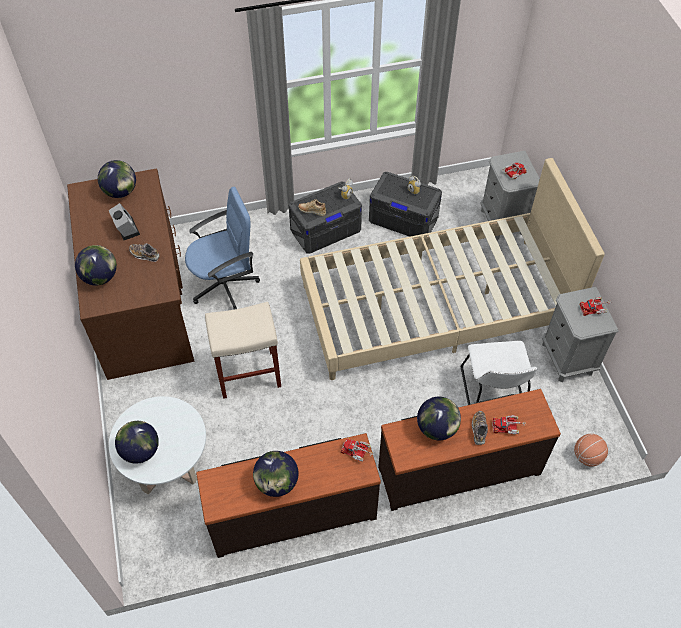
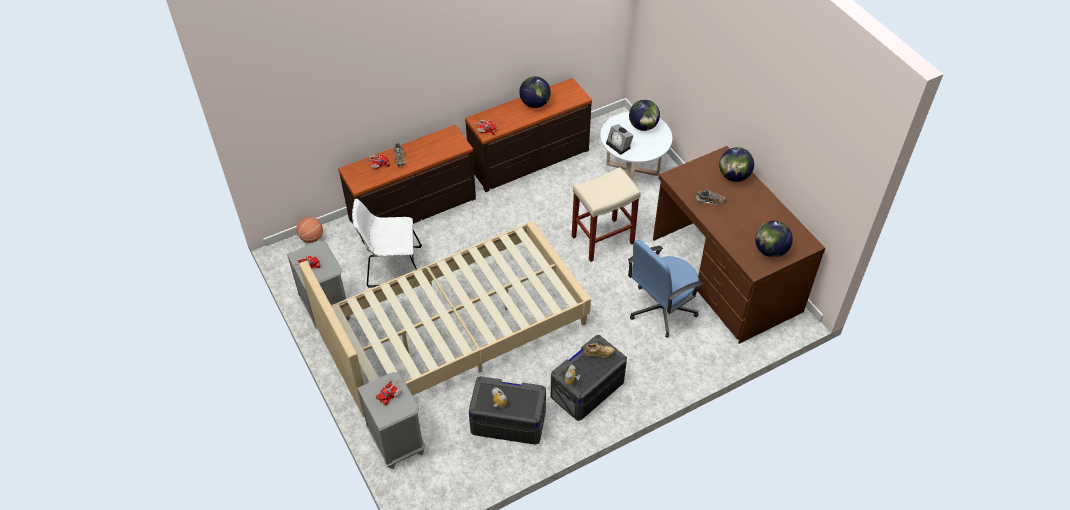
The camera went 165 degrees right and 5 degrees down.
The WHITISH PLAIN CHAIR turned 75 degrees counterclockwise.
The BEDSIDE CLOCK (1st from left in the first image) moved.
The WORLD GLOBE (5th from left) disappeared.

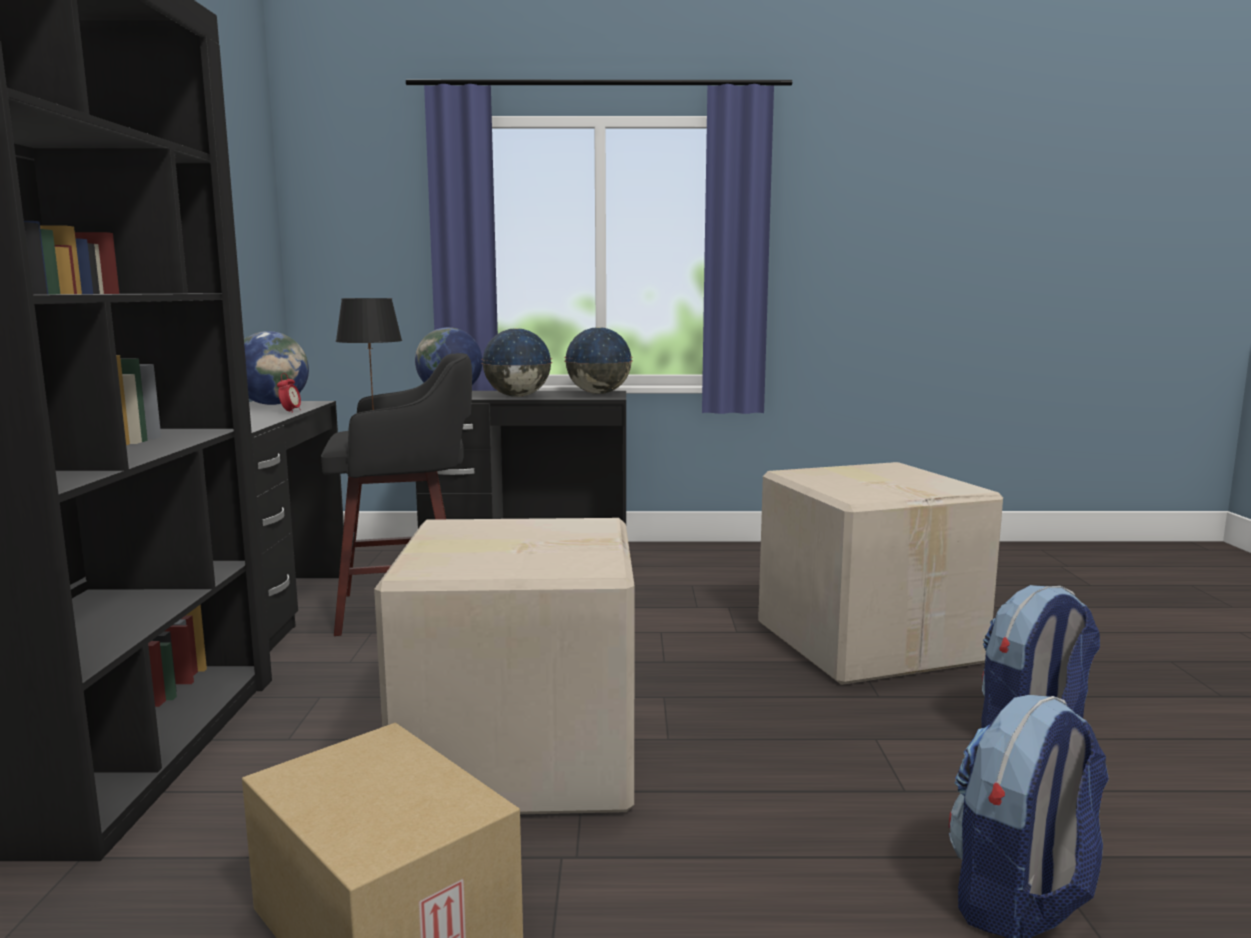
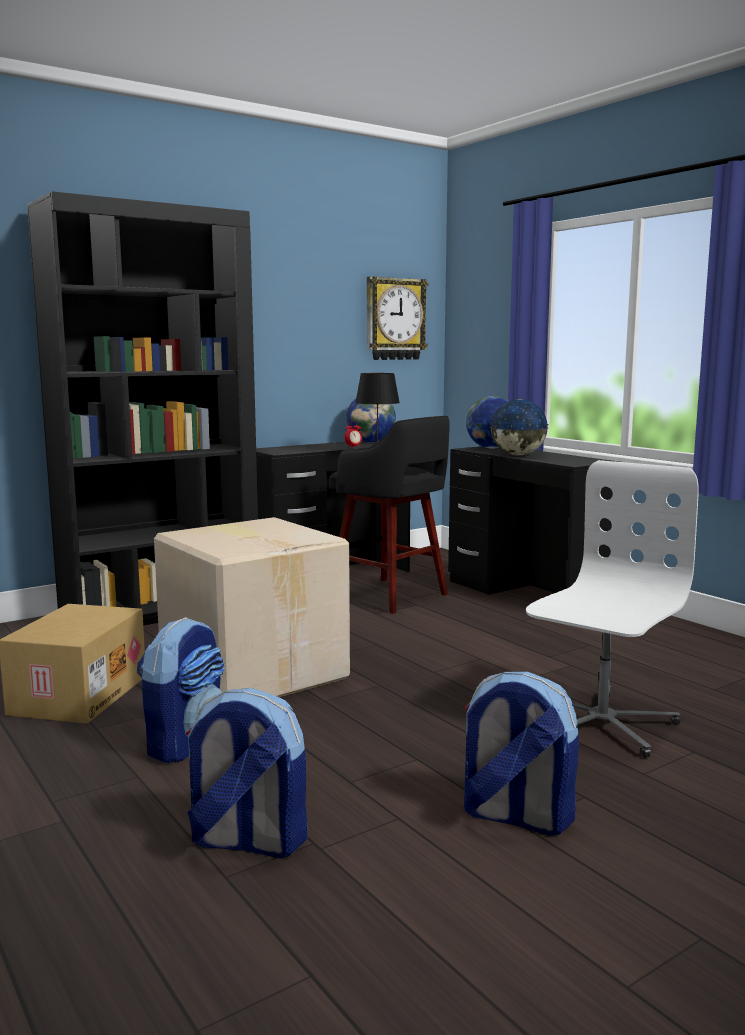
The camera went 55 degrees right and 0 degrees up.
The KNAPSACK (1st from left) appeared.
The HANGING CLOCK appeared.
The CARTON (3rd from left) was replaced by the WHITISH COMPUTER CHAIR.
The WORLD GLOBE (4th from left) disappeared.

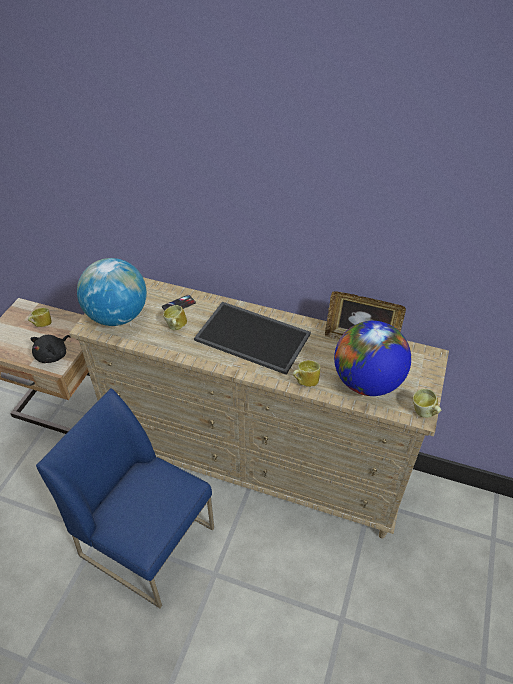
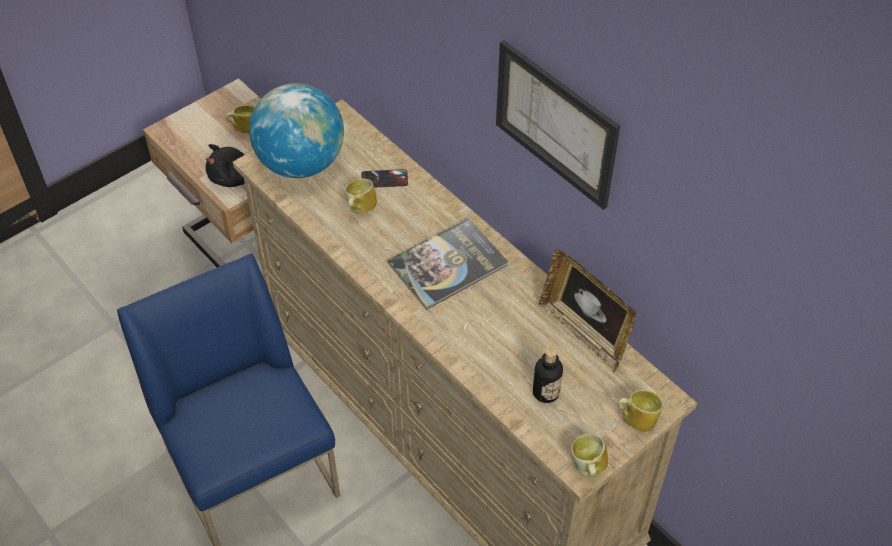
The camera went 30 degrees right and 5 degrees up.
The SERVING TRAY was replaced by the VOLUME.
The WALL PICTURE appeared.
The WORLD GLOBE (2nd from left) was replaced by the BOTTLE.
The COFFEE MUG (3rd from left in the first image) moved.

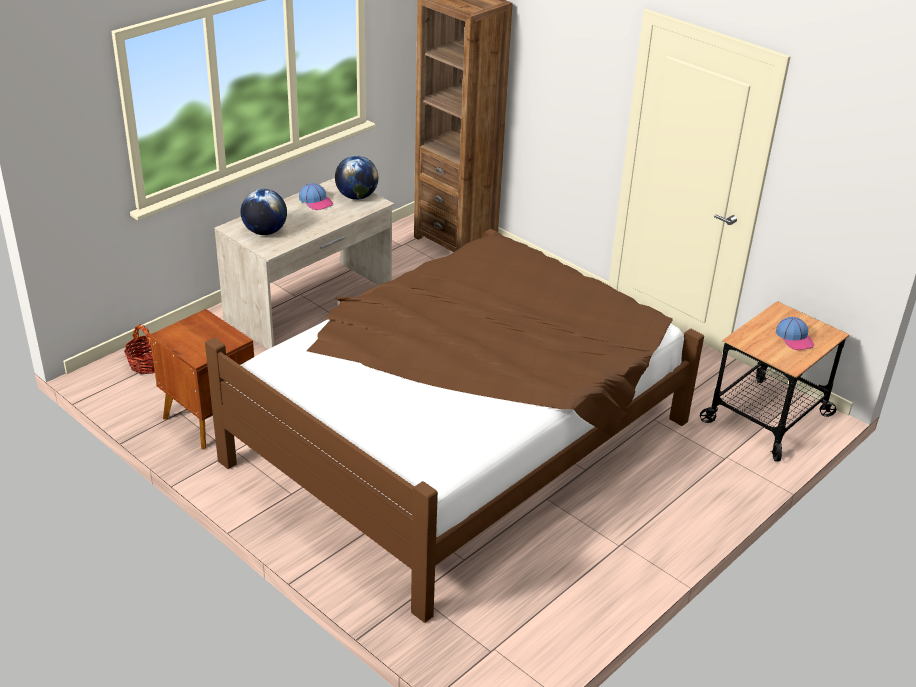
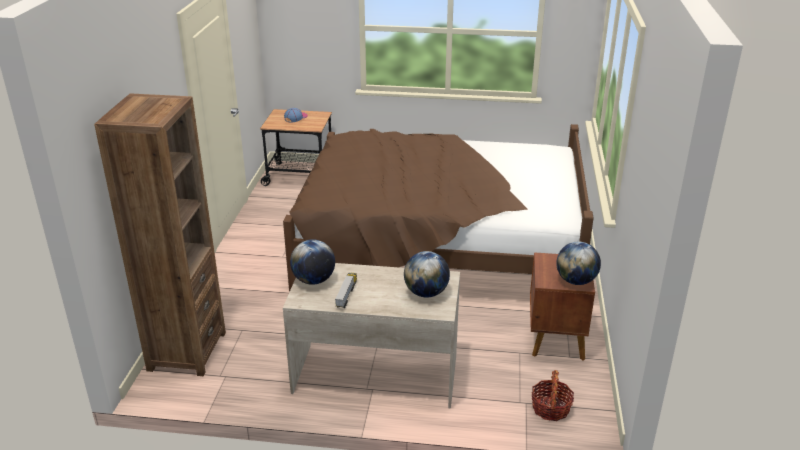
The camera went 125 degrees left and 5 degrees down.
The CAP (1st from left) was replaced by the MODEL TRUCK.
The WORLD GLOBE (3rd from left) appeared.

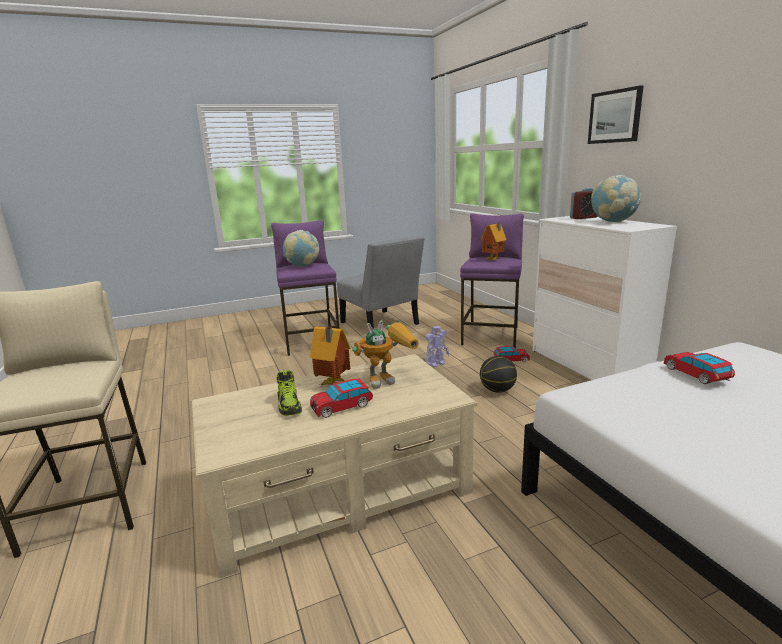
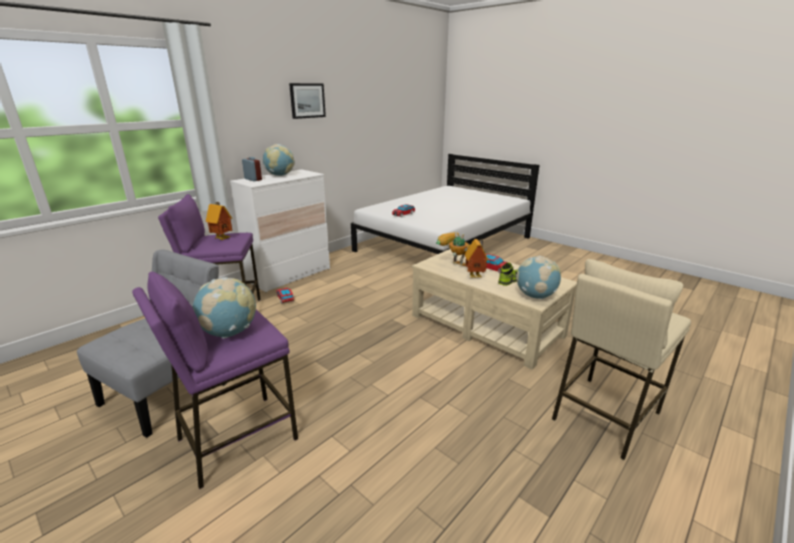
The camera went 115 degrees left and 5 degrees up.
The WALL PICTURE moved.
The WORLD GLOBE (3rd from left) appeared.
The MODEL ROBOT (2nd from left) disappeared.
The BALL FOR BASKETBALL disappeared.

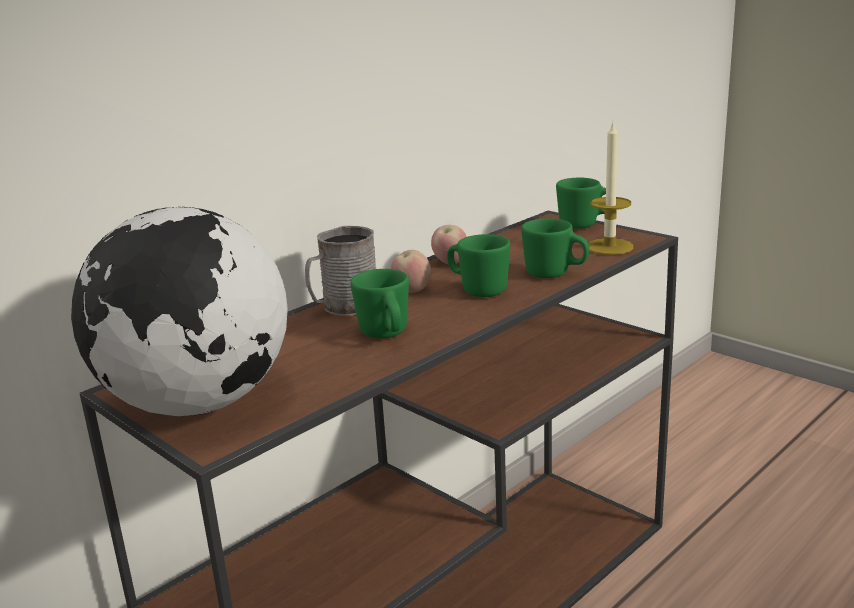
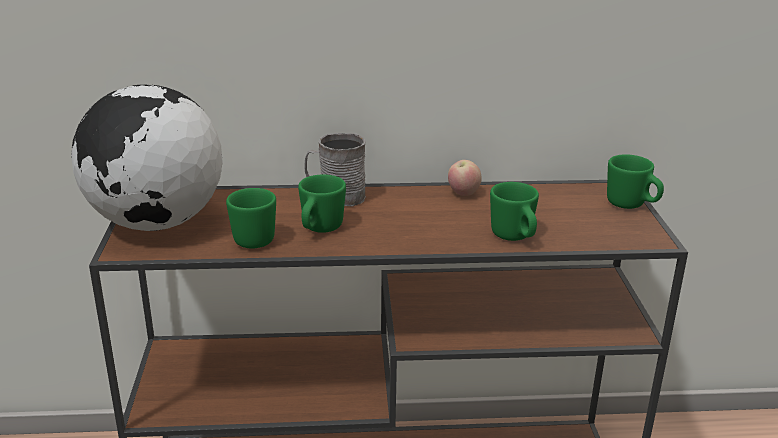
The camera went 40 degrees right and 5 degrees up.
The GREEN-COLOURED COFFEE MUG (2nd from left in the first image) moved.
The WHOLE APPLE (1st from left) disappeared.
The CANDLE disappeared.

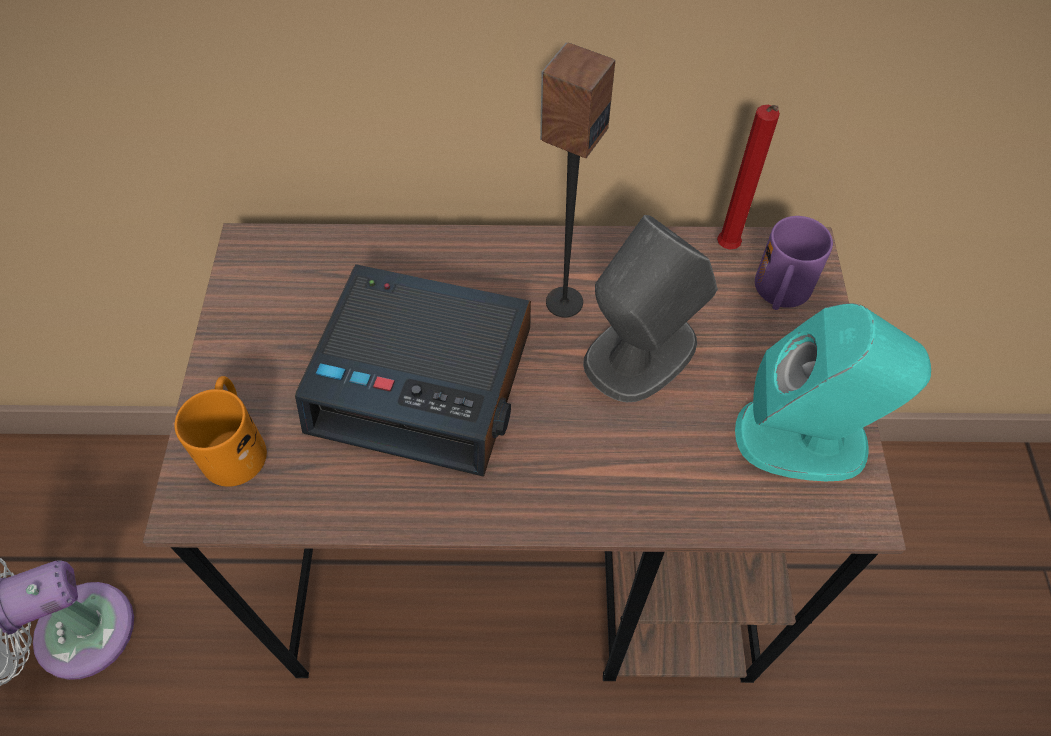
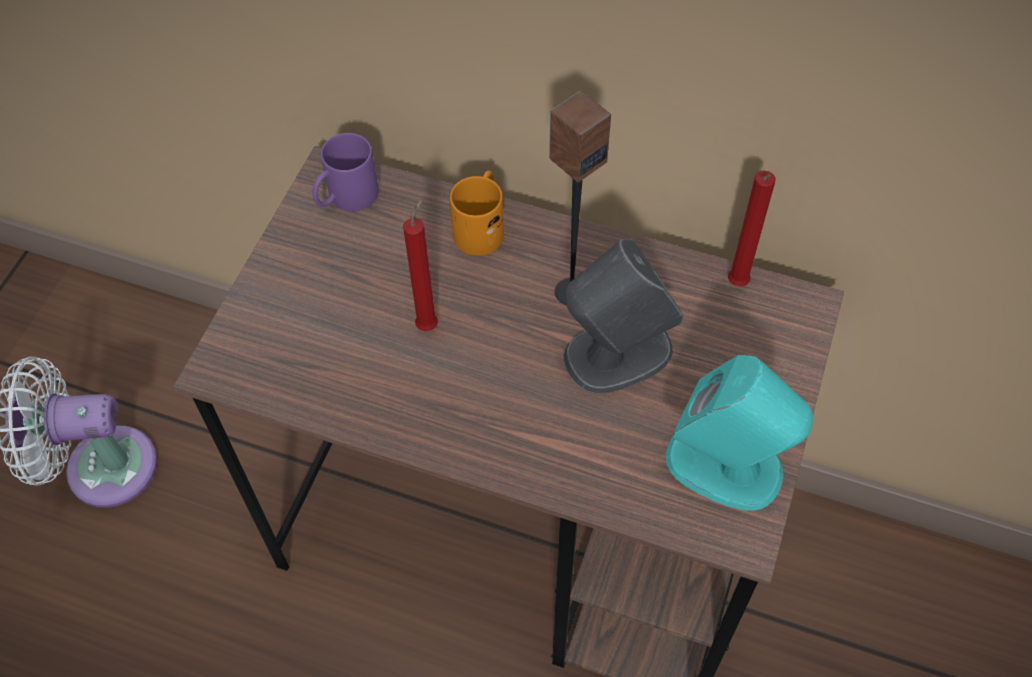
The camera went 20 degrees right and 0 degrees up.
The PURPLISH COFFEE MUG moved.
The BEDSIDE CLOCK was replaced by the REDDISH CANDLE (1st from left).
The ORANGE COFFEE MUG moved.

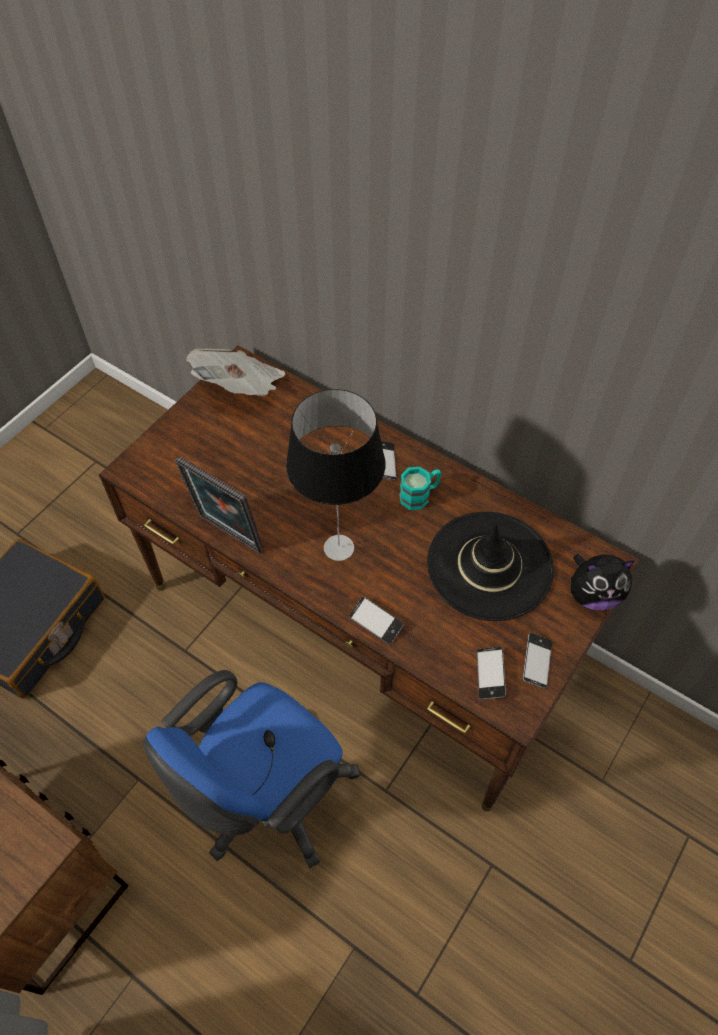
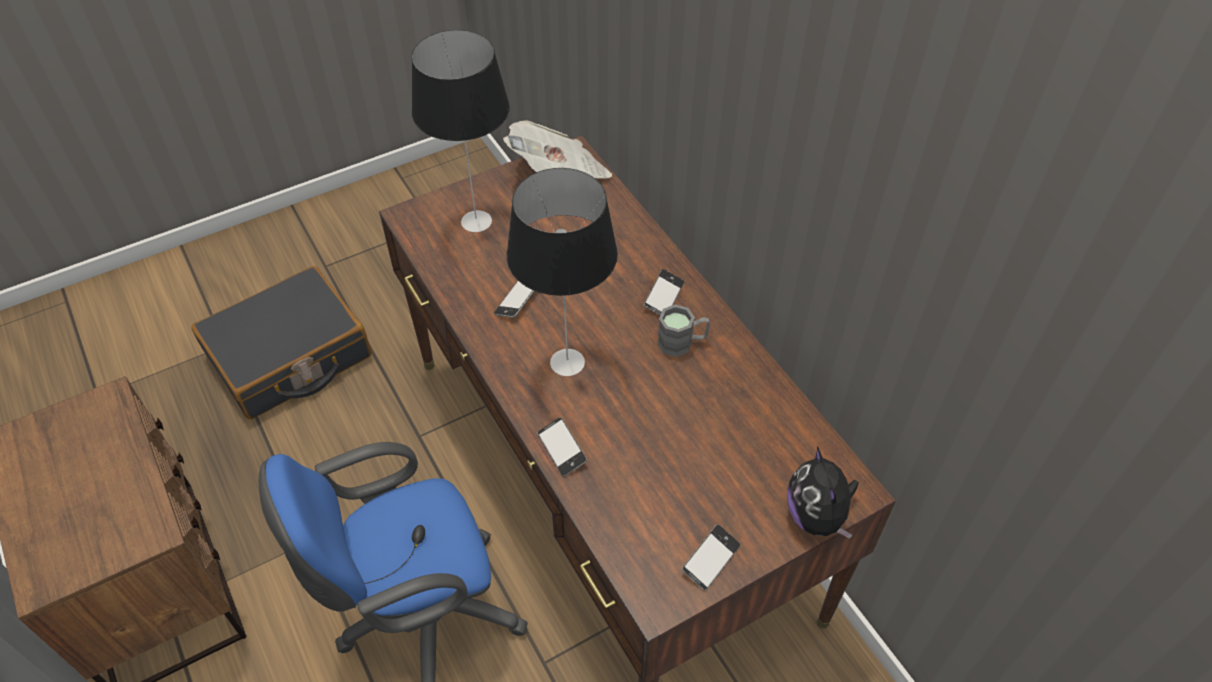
The camera went 25 degrees right and 5 degrees down.
The LAMP FOR A TABLE (1st from left) appeared.
The HANDSET (3rd from left in the first image) moved.
The BLUE-GREEN COFFEE MUG became the GREY COFFEE MUG.
The SOFT TOY turned 60 degrees clockwise.
The STANDING FRAME disappeared.
The BLACKISH CLOTHING HAT disappeared.

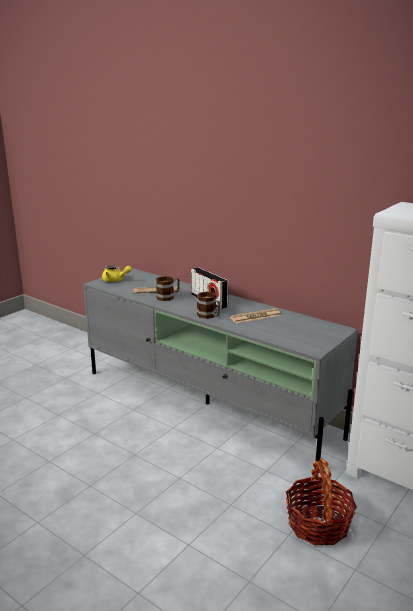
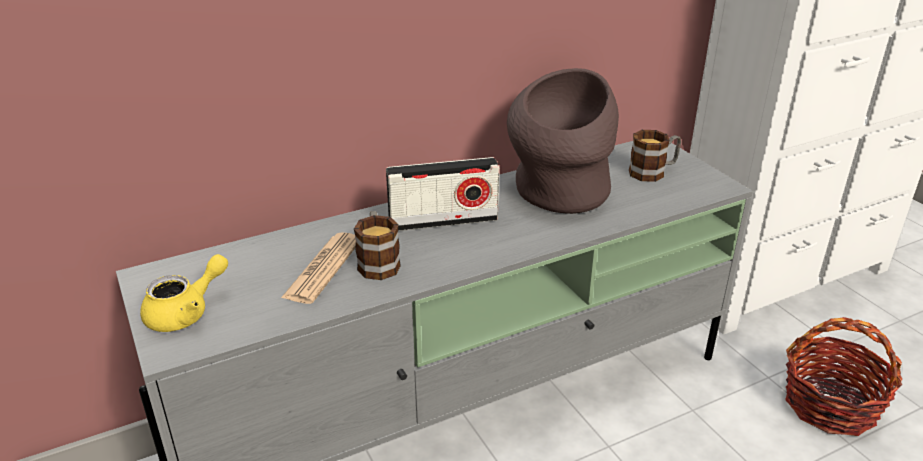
The camera went 65 degrees left and 10 degrees up.
The DAILY PAPER (2nd from left) was replaced by the BROWNISH DECORATIVE VASE.
The COFFEE MUG (2nd from left) moved.

